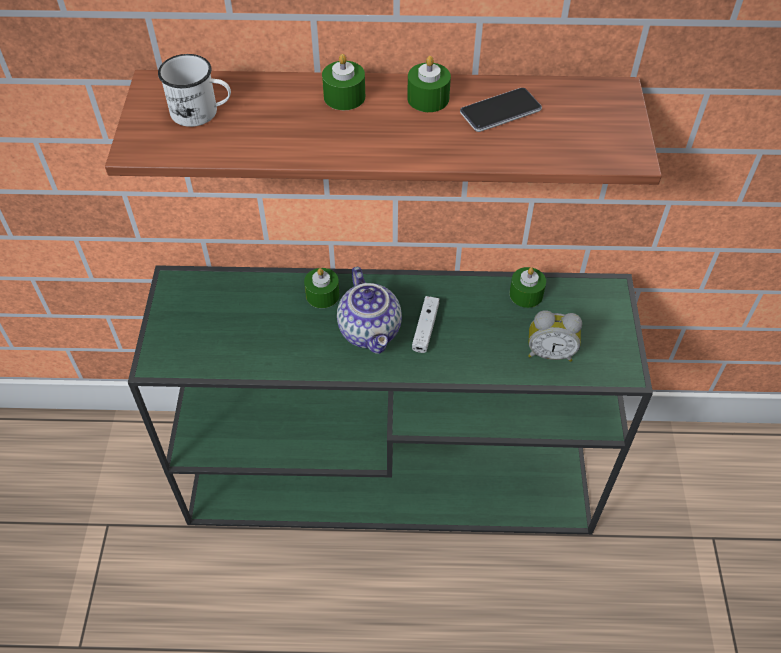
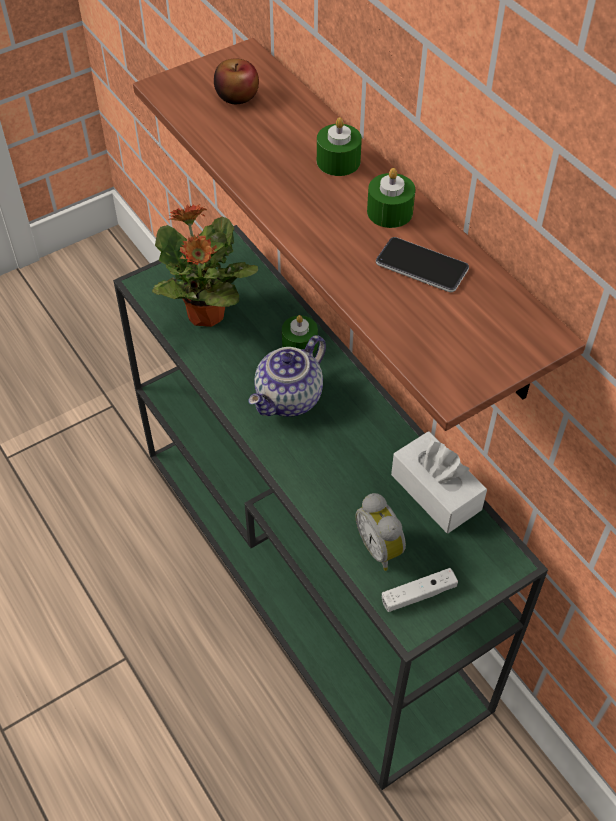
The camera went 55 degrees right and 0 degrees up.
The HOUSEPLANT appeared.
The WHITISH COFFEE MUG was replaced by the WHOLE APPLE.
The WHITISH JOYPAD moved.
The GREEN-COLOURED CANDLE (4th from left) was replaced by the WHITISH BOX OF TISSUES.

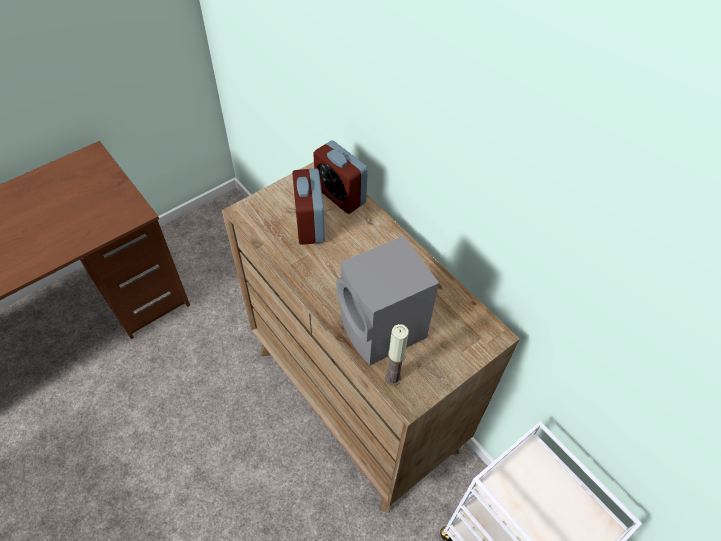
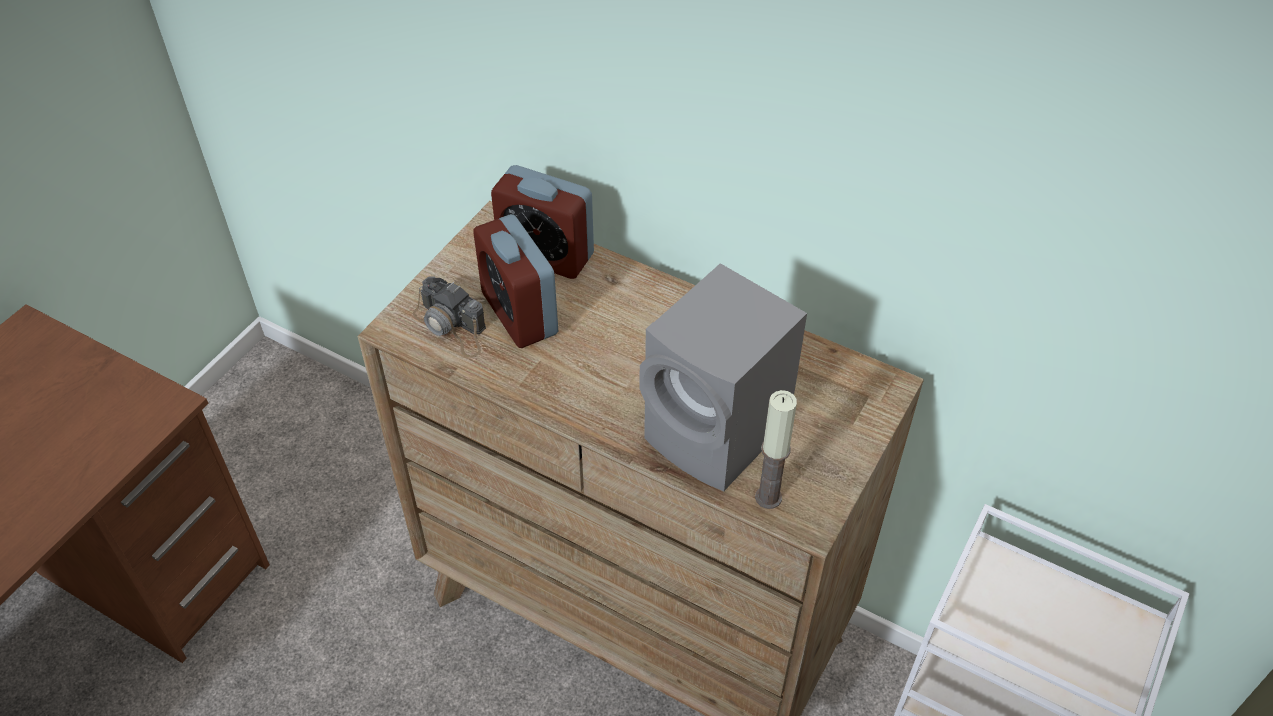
The camera went 20 degrees left and 5 degrees down.
The PHOTO CAMERA appeared.

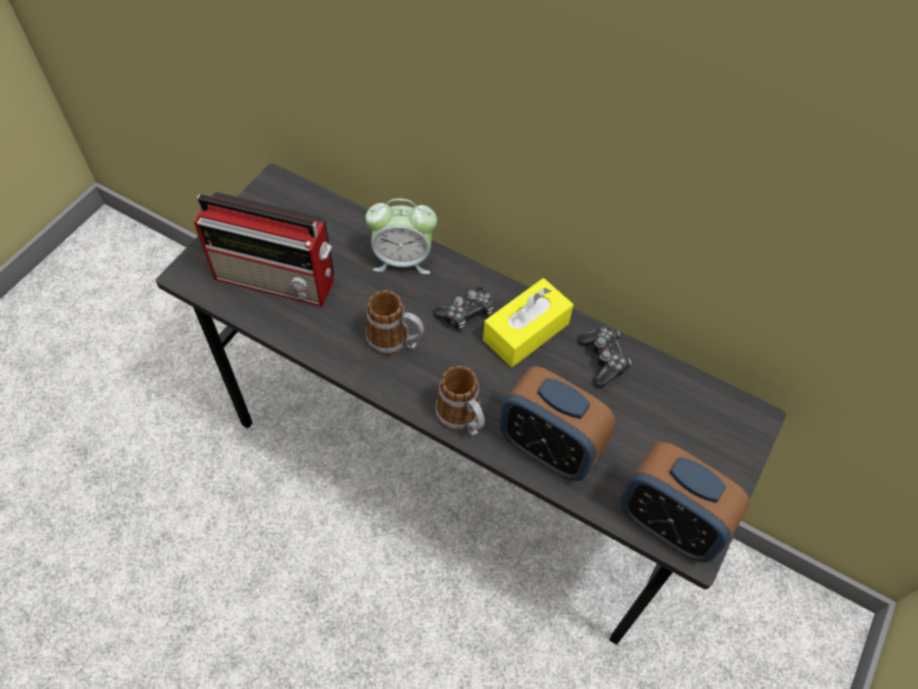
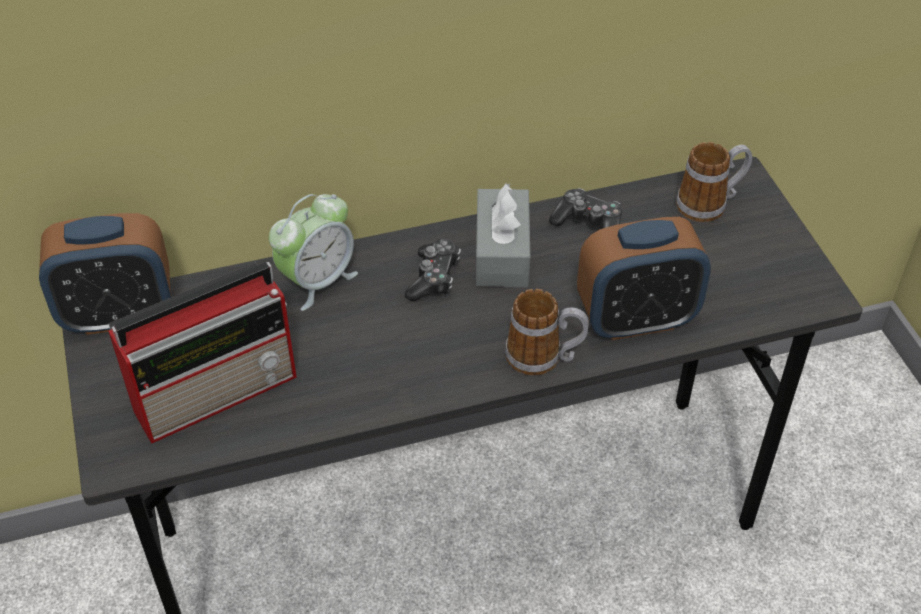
The camera went 45 degrees left and 10 degrees down.
The BEDSIDE CLOCK (3rd from left in the first image) moved.
The YELLOW-COLOURED BOX OF TISSUES became the GREY BOX OF TISSUES.
The COFFEE MUG (1st from left in the first image) moved.

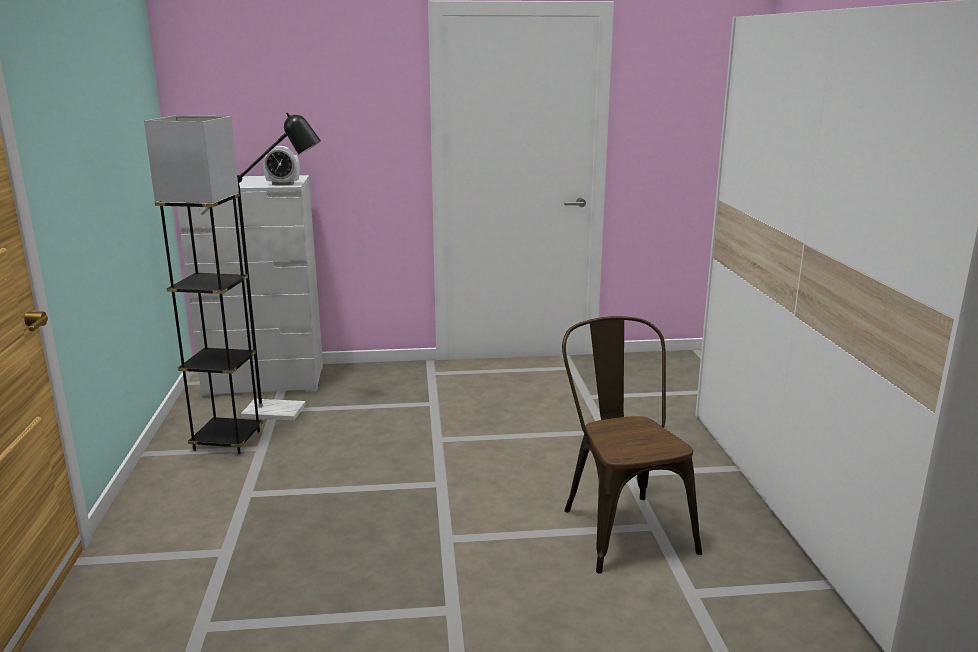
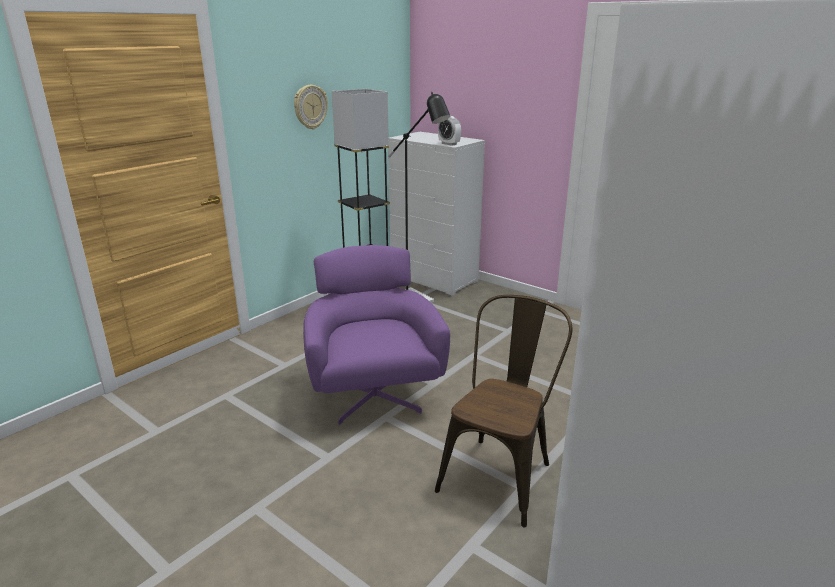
The camera went 45 degrees right and 5 degrees up.
The HANGING CLOCK appeared.
The PURPLISH EASY CHAIR appeared.

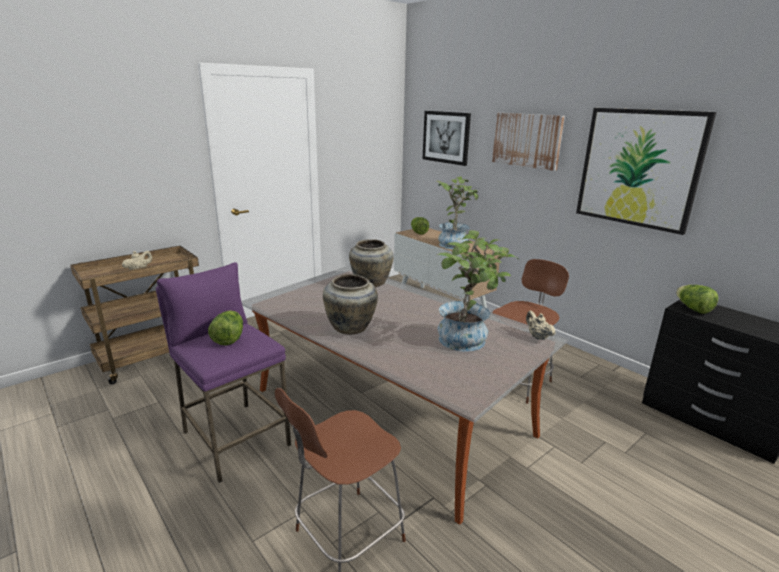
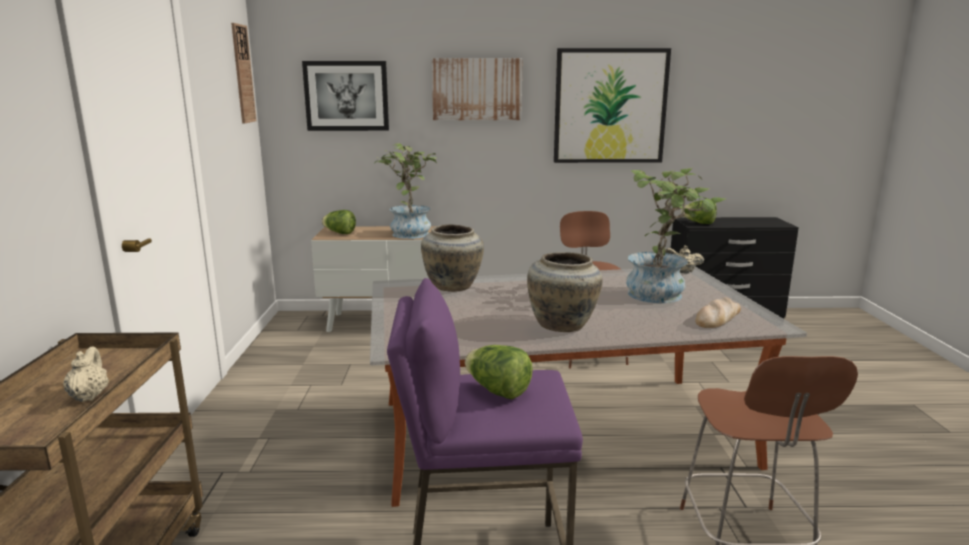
The camera went 50 degrees left and 5 degrees down.
The HANGING CLOCK appeared.
The BAKED BREAD appeared.

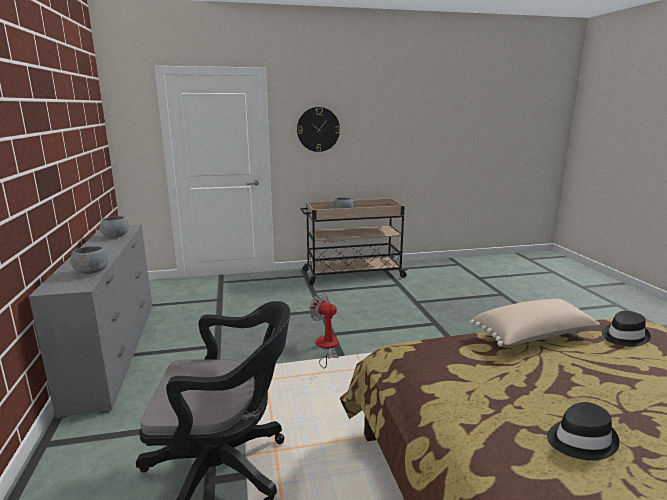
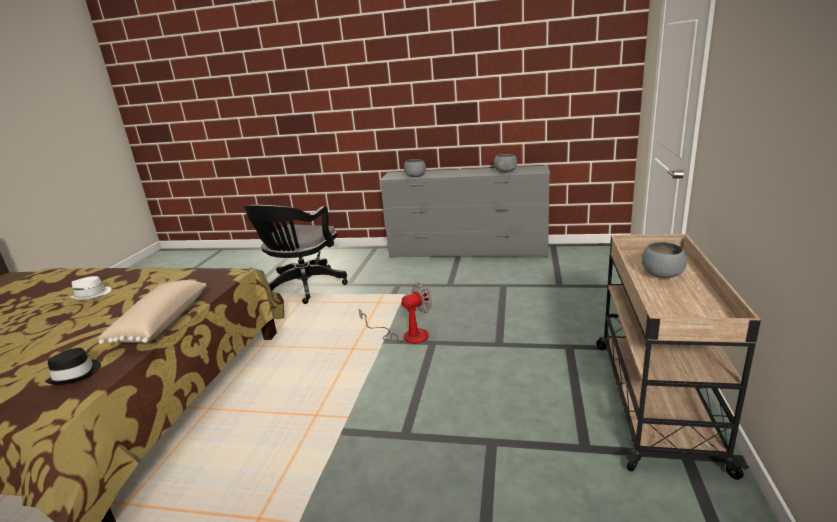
The camera went 115 degrees right and 5 degrees up.
The BLACKISH CLOTHING HAT (1st from left) became the WHITISH CLOTHING HAT.
The HANGING CLOCK disappeared.

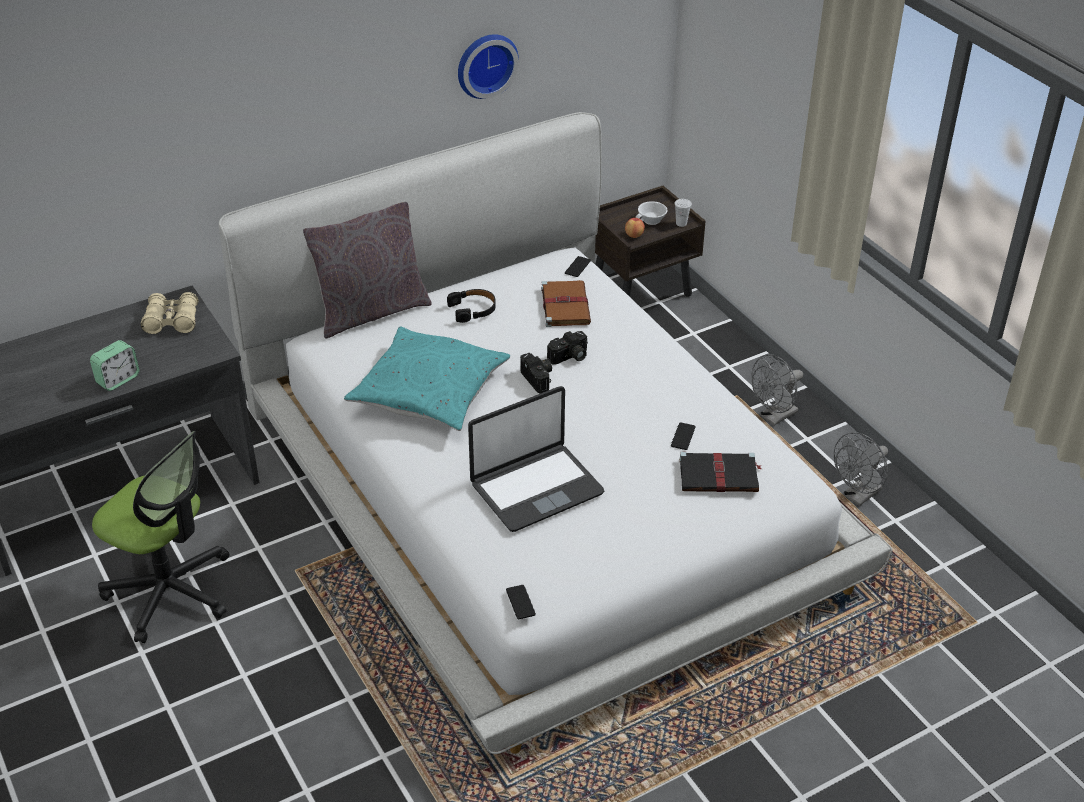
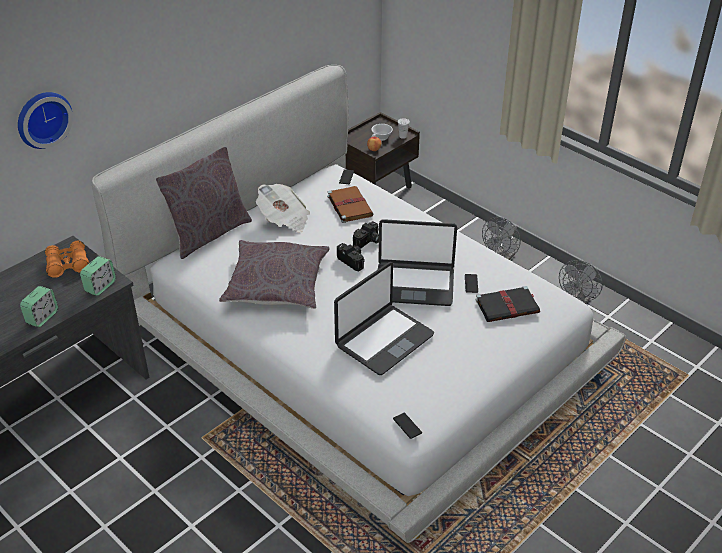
The camera went 15 degrees left and 0 degrees up.
The HANGING CLOCK moved.
The SAND-COLOURED BINOCULARS became the ORANGE BINOCULARS.
The BEDSIDE CLOCK (2nd from left) appeared.
The BLUE-GREEN CUSHION became the GREY CUSHION (2nd from left).
The BLACKISH HEADSET was replaced by the DAILY PAPER.
The PORTABLE COMPUTER (2nd from left) appeared.
The COMPUTER CHAIR disappeared.

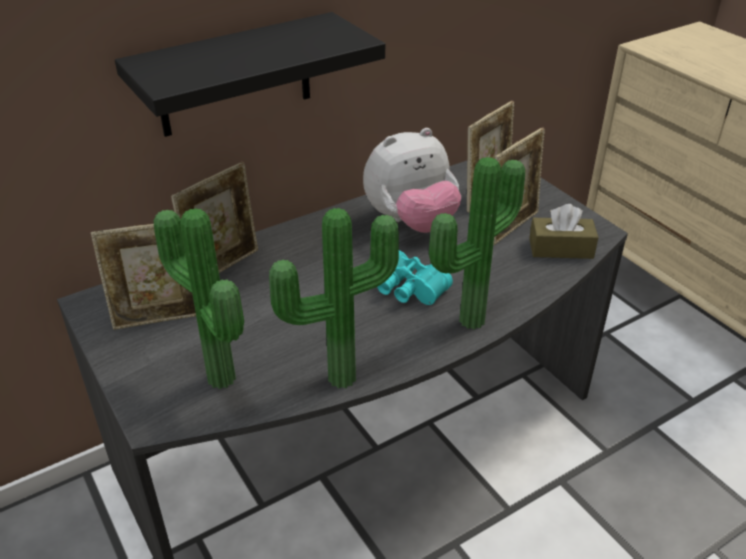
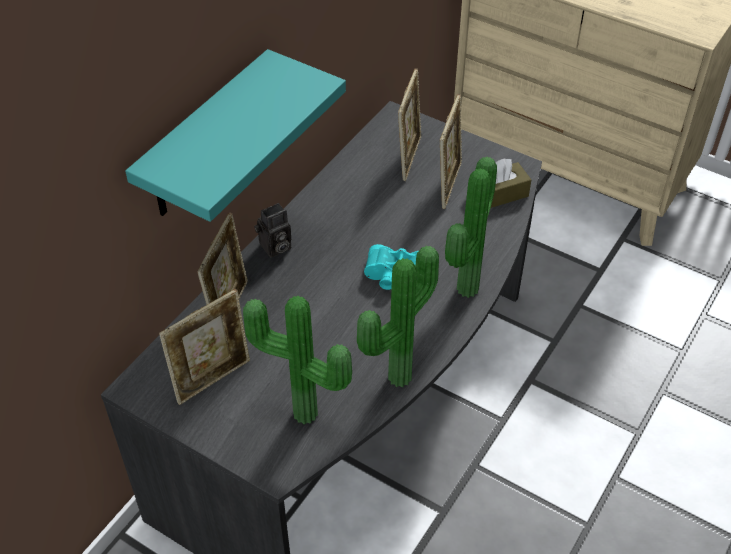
The camera went 25 degrees left and 10 degrees up.
The BLACKISH SHELF became the BLUE-GREEN SHELF.
The PHOTO CAMERA appeared.
The SOFT TOY disappeared.

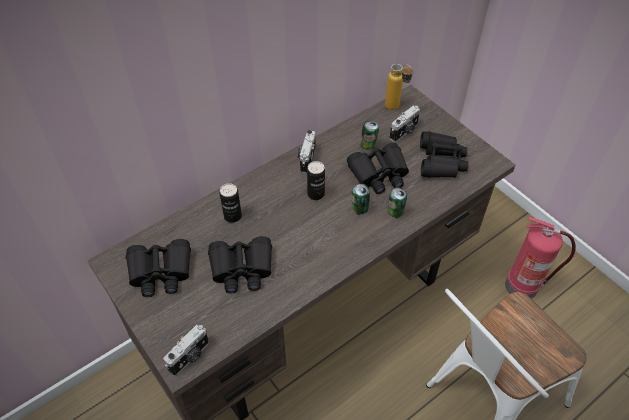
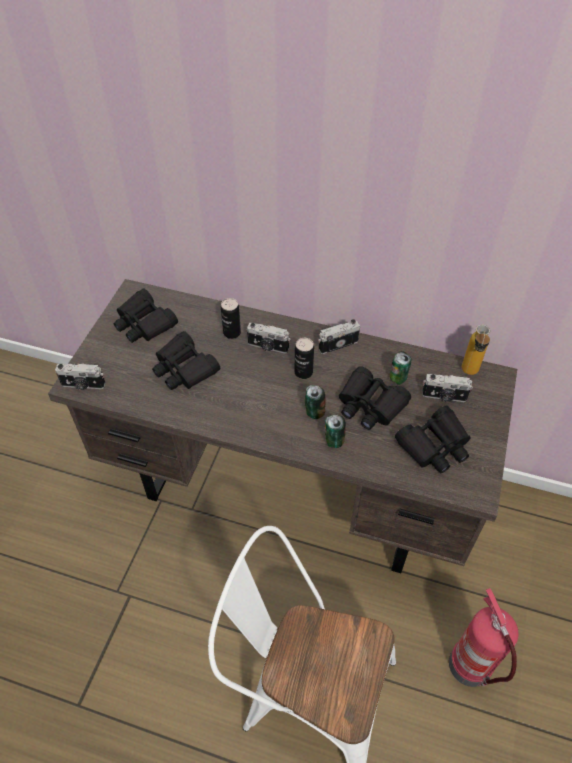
The camera went 55 degrees right and 0 degrees up.
The PHOTO CAMERA (2nd from left) appeared.

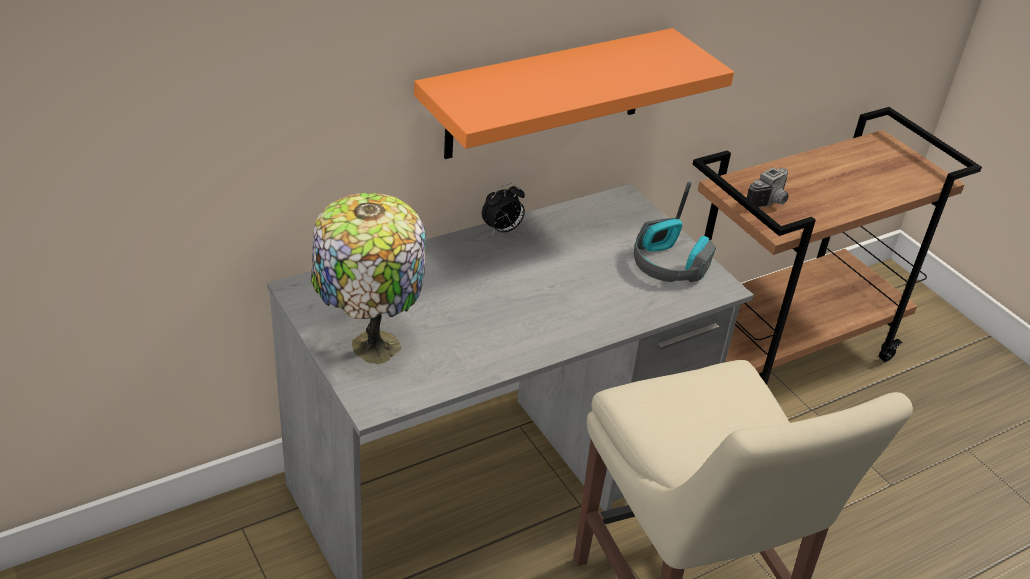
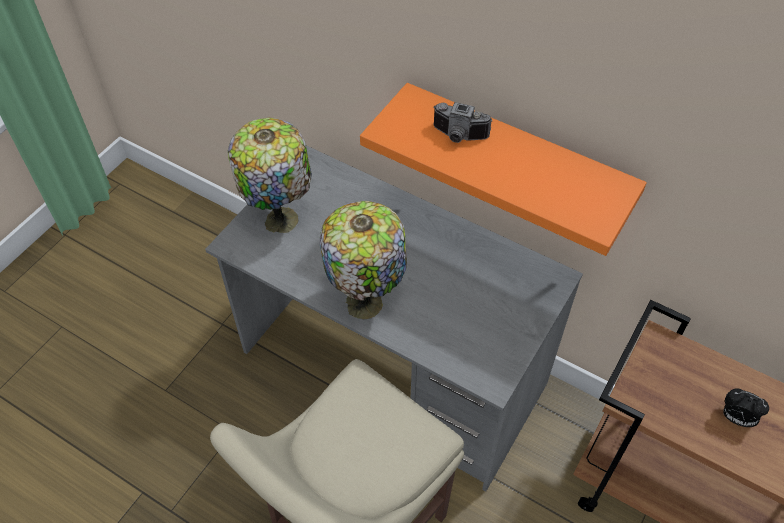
The camera went 65 degrees right and 15 degrees up.
The LAMP FOR A TABLE (2nd from left) appeared.
The PHOTO CAMERA moved.
The BEDSIDE CLOCK moved.
The HEADSET disappeared.

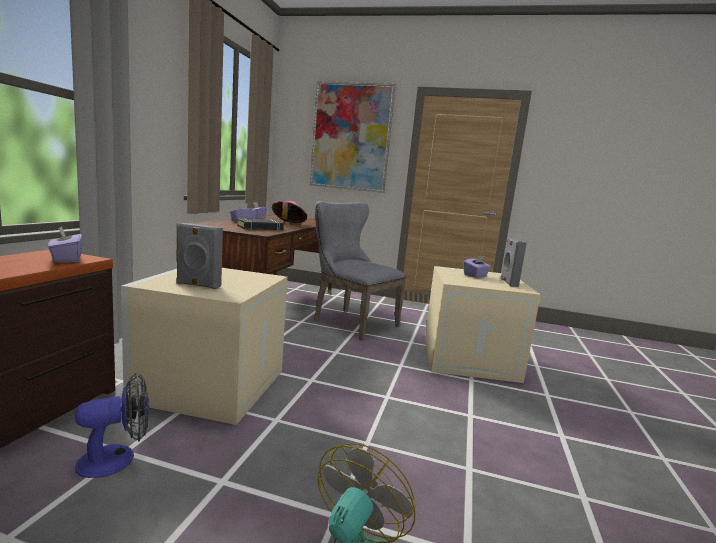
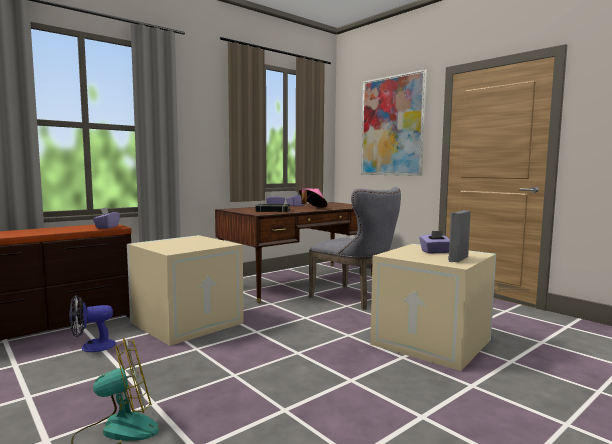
The camera went 35 degrees right and 5 degrees down.
The FAN (1st from left) turned 150 degrees clockwise.
The GREY PLAIN CHAIR turned 150 degrees clockwise.
The GREY AUDIO SPEAKER (1st from left) disappeared.

